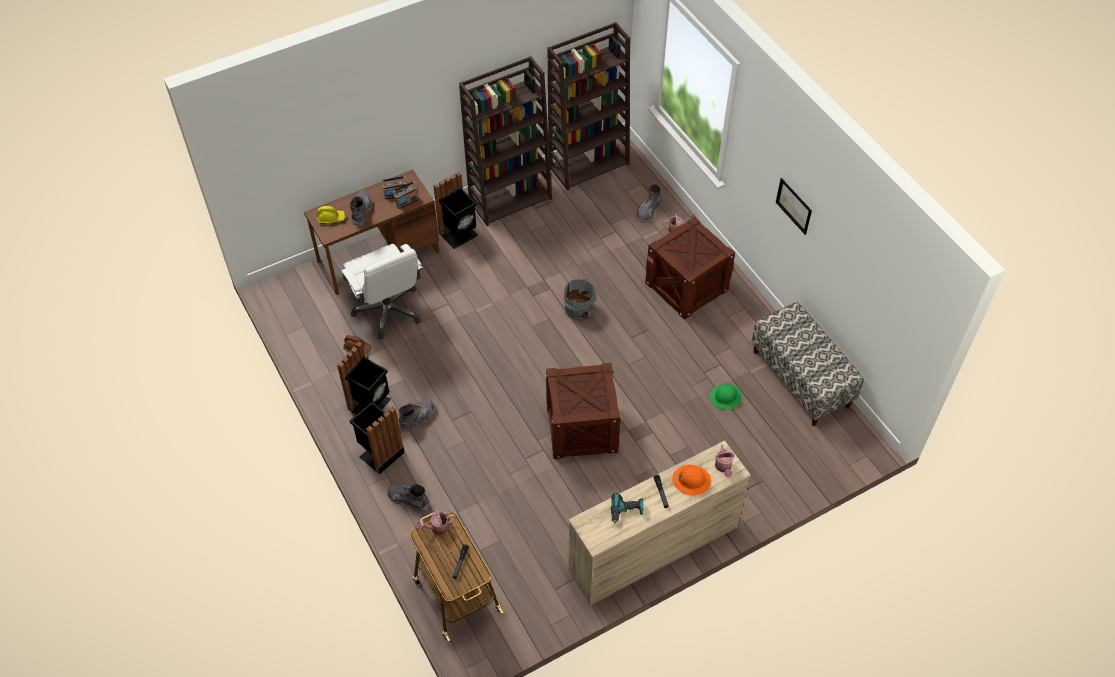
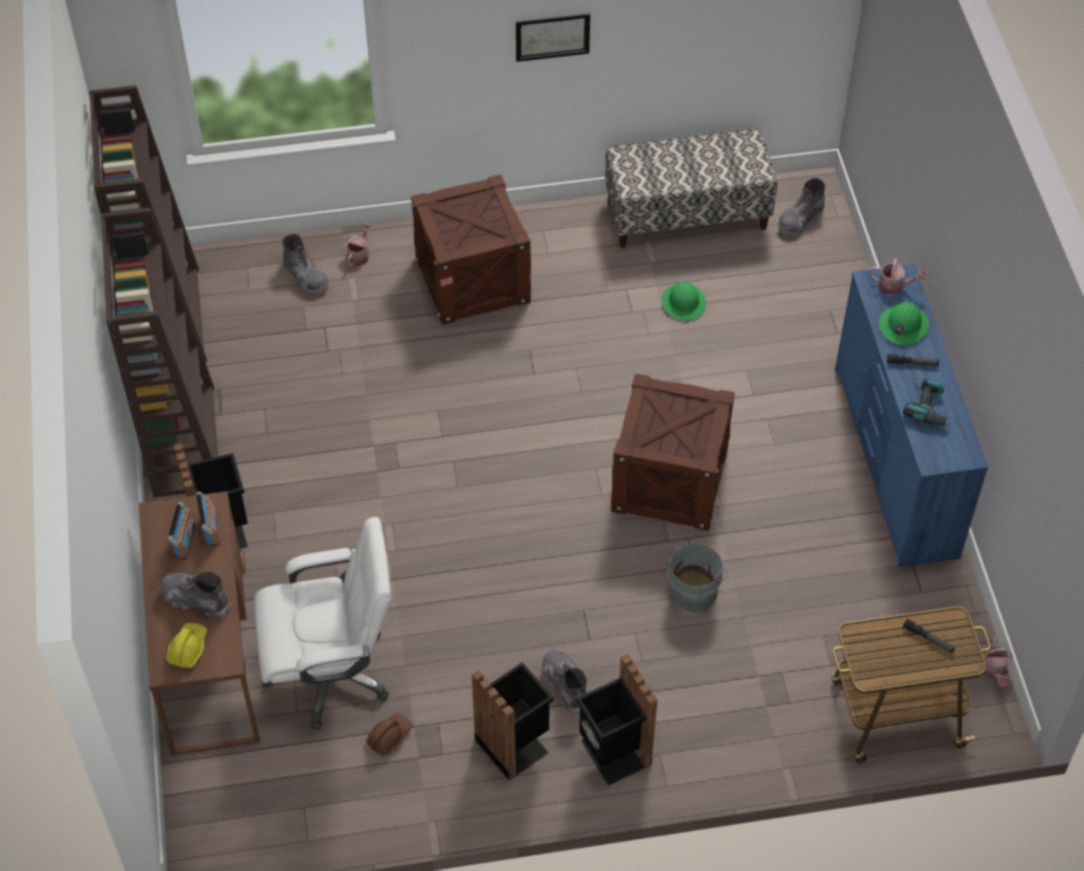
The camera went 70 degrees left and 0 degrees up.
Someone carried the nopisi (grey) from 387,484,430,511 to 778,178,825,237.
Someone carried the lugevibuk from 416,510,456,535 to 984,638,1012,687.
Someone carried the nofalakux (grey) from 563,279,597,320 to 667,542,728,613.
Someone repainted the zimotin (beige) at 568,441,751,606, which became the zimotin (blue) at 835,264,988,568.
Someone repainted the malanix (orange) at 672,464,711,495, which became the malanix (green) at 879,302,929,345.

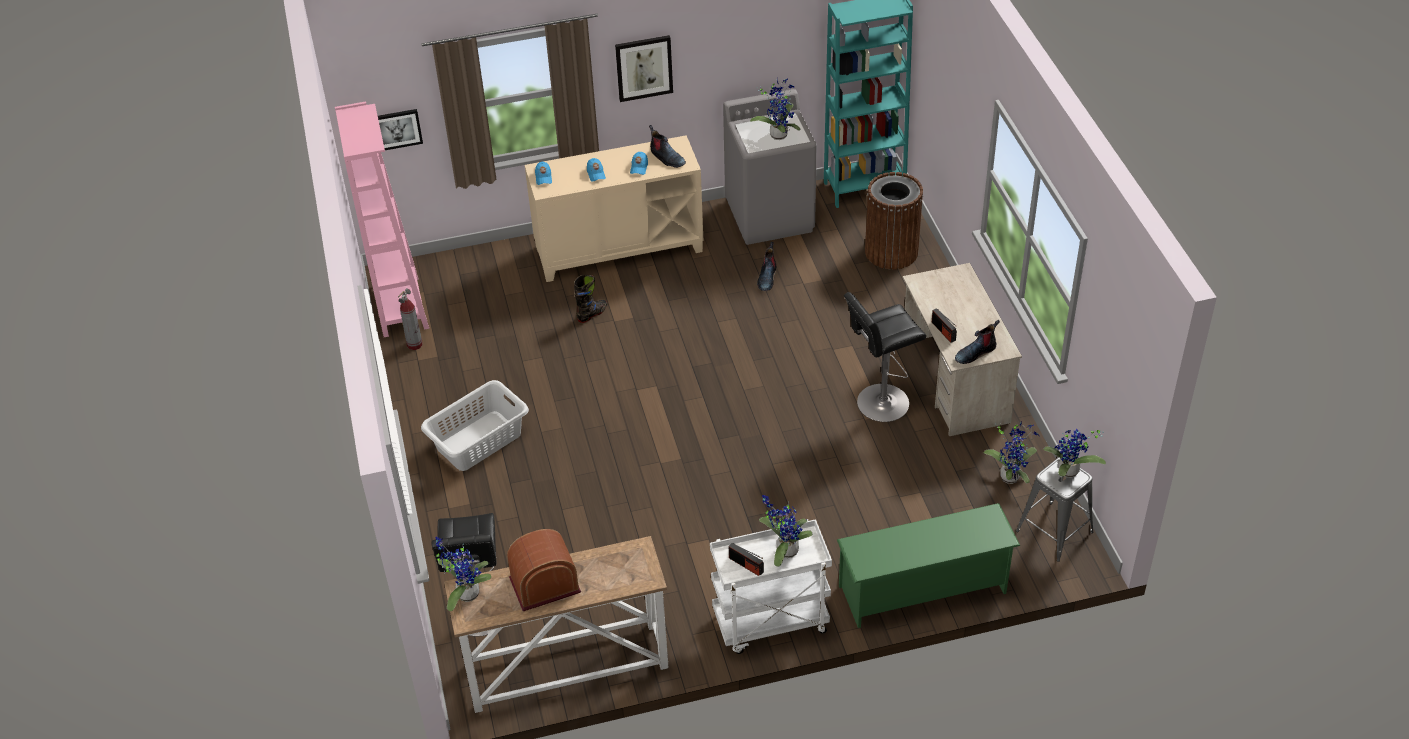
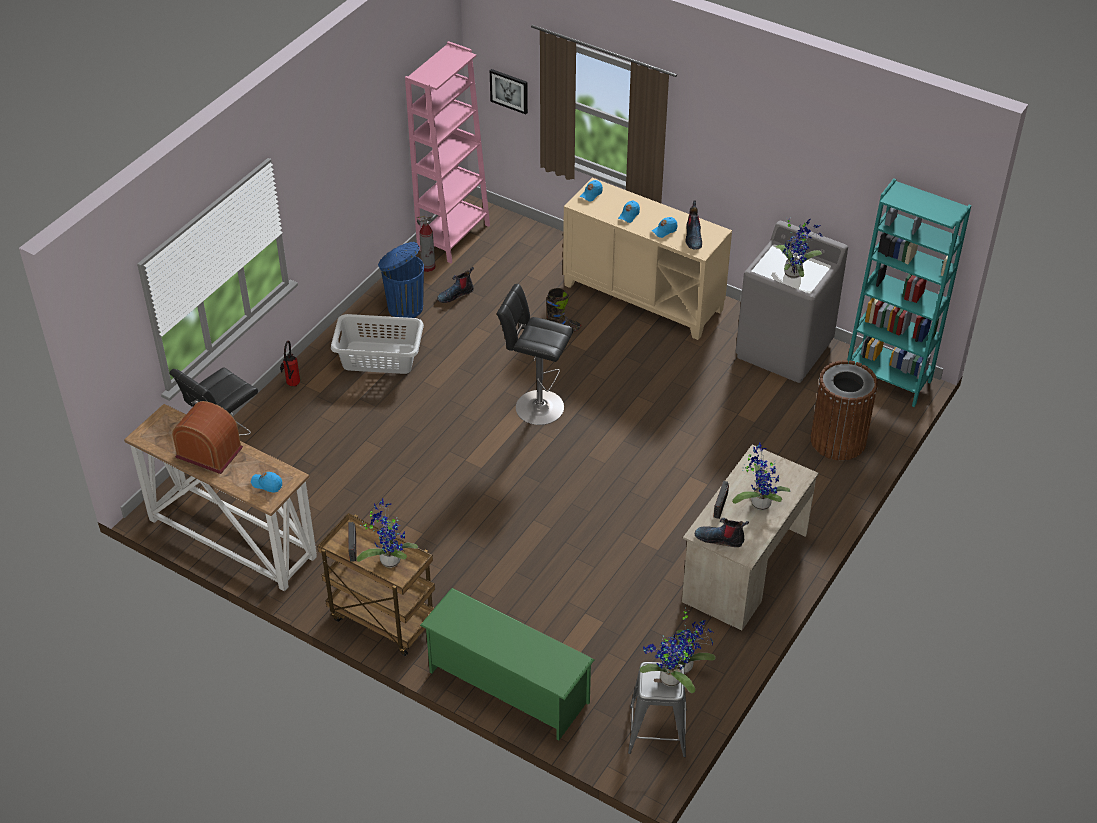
The camera went 45 degrees right and 0 degrees up.
Someone carried the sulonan from 435,537,491,611 to 732,442,790,511.
Someone took away the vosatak at 615,35,673,102.
Someone repainted the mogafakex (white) at 710,519,832,654, which became the mogafakex (brown) at 317,513,435,656.
Someone carried the nopisi from 757,242,776,291 to 437,267,474,303.
Someone carried the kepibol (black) from 844,292,926,422 to 497,284,574,425.
Someone put down the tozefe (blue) at 251,472,282,493.
Someone put down the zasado at 280,340,300,387.
Someone put down the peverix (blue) at 378,242,424,318.

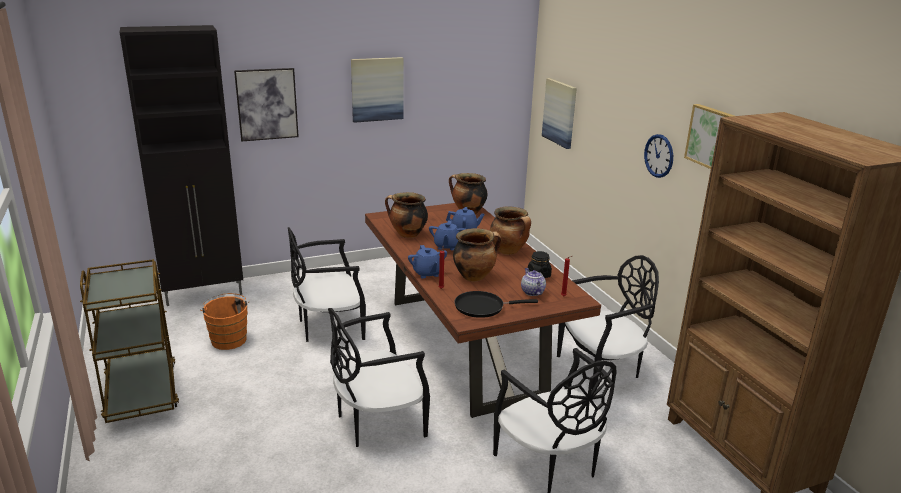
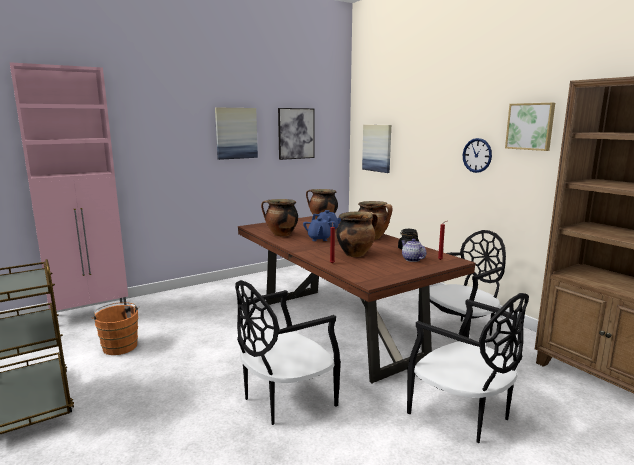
The camera went 10 degrees left and 10 degrees down.
Someone repainted the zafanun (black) at 120,25,243,306, which became the zafanun (pink) at 10,62,128,311.
Someone carried the vosatak from 234,68,299,141 to 278,108,315,160.
Someone took away the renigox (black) at 288,227,366,342.
Someone took away the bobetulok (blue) at 408,245,447,279.
Someone took away the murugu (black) at 454,291,538,318.

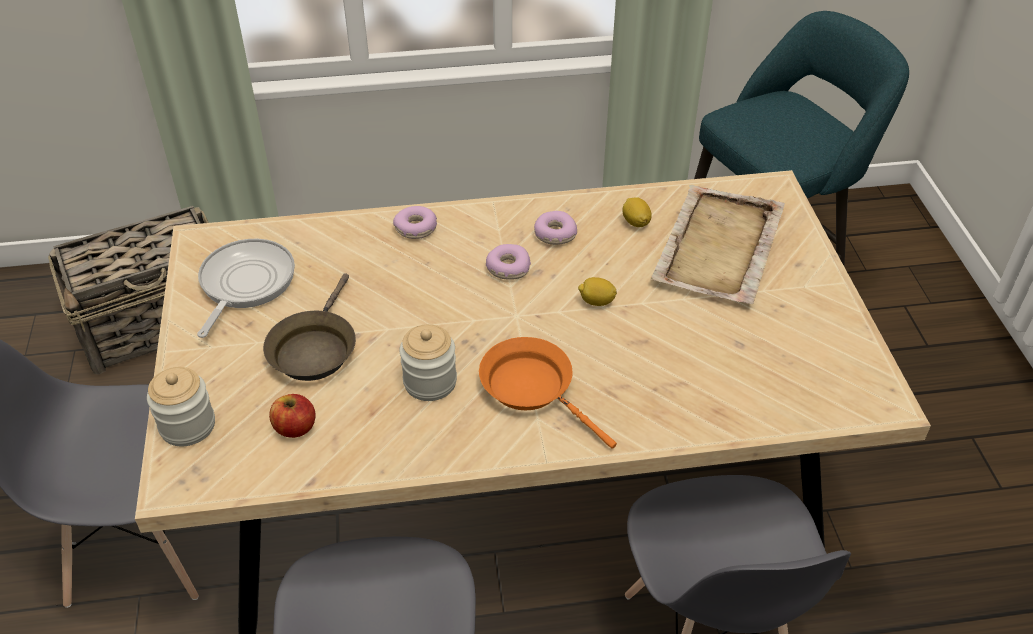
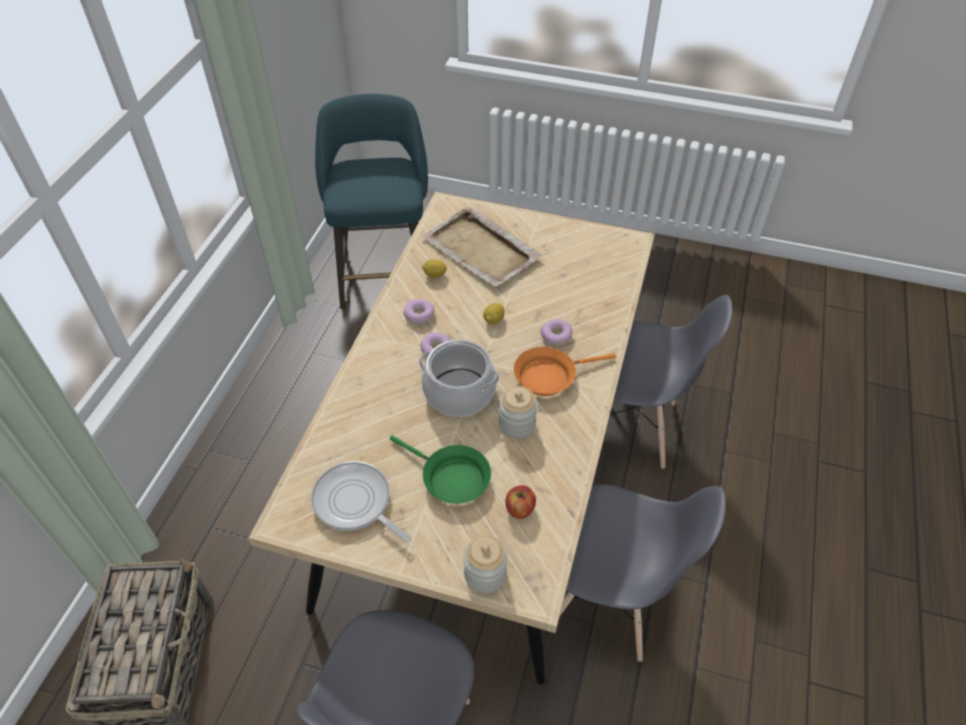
The camera went 65 degrees left and 5 degrees up.
Someone repainted the murugu (brown) at 263,273,356,381, which became the murugu (green) at 390,435,491,504.
Someone carried the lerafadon from 393,206,437,239 to 541,319,572,346.
Someone put down the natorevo at 419,340,500,417.

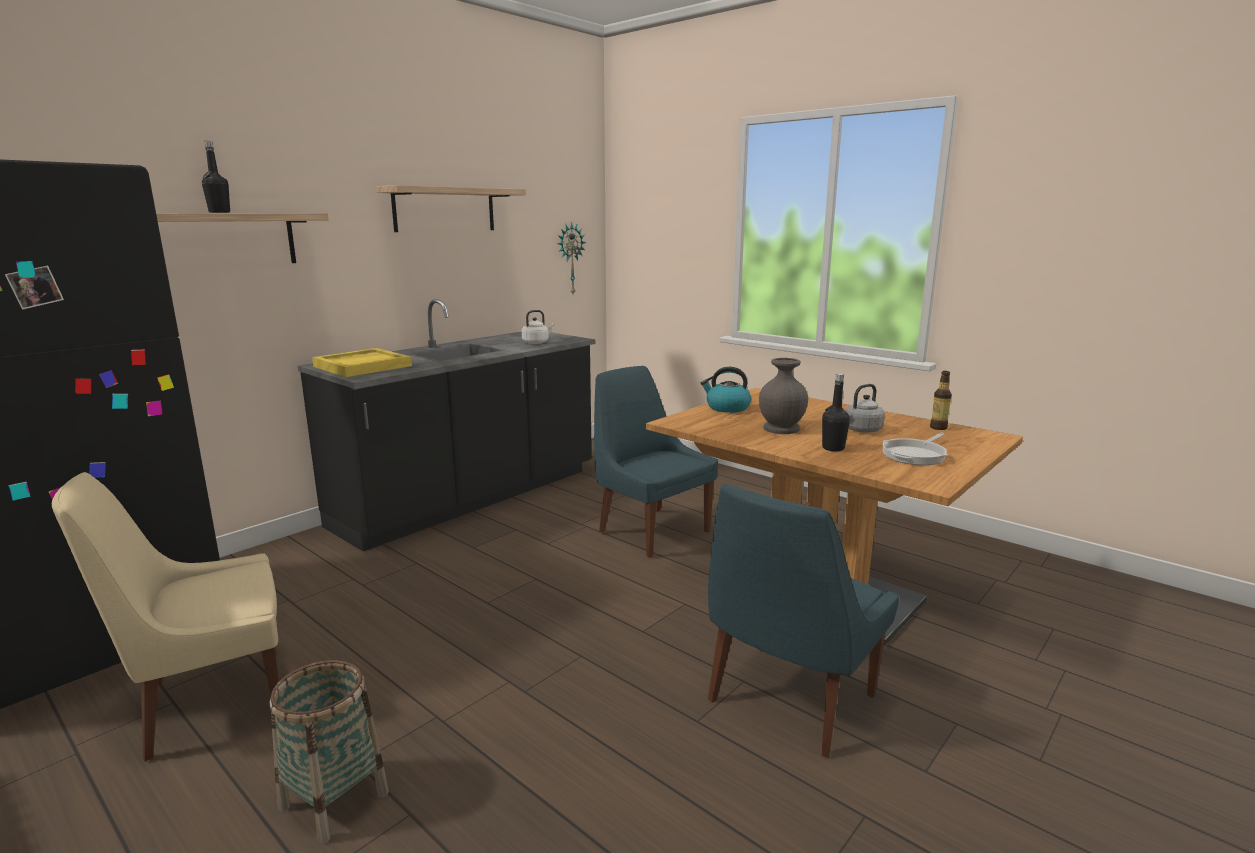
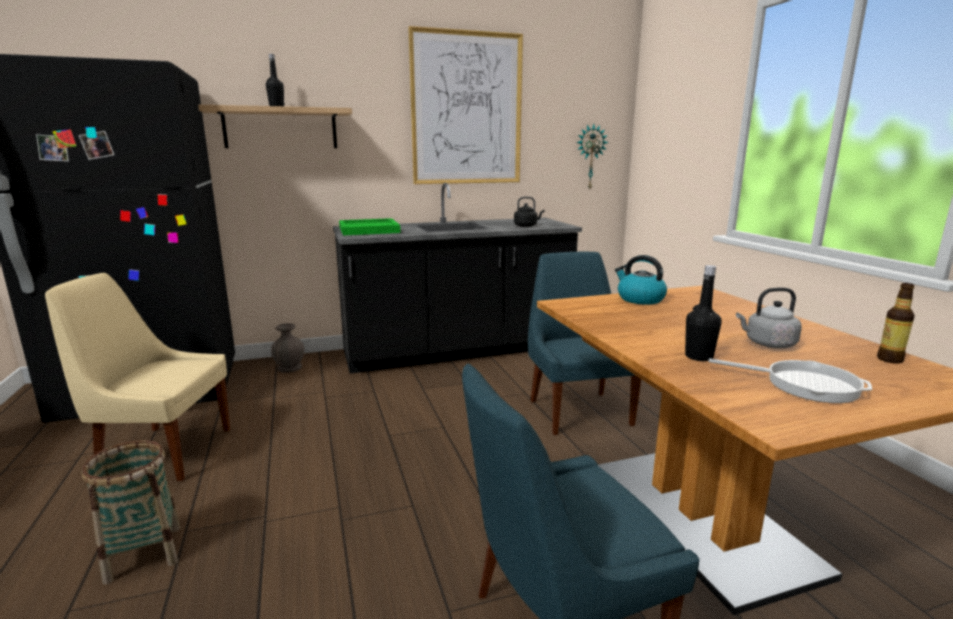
The camera went 30 degrees right and 0 degrees up.
Someone repainted the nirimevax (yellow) at 312,348,412,377, which became the nirimevax (green) at 339,218,401,236.
Someone swapped the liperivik at 375,185,526,232 for the vosatak at 408,26,523,184.
Someone repainted the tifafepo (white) at 522,310,554,344, which became the tifafepo (black) at 514,197,545,227.
Someone carried the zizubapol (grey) from 759,358,808,434 to 271,323,304,373.
Someone rotated the murugu at 882,433,947,465 by 135 degrees counterclockwise.

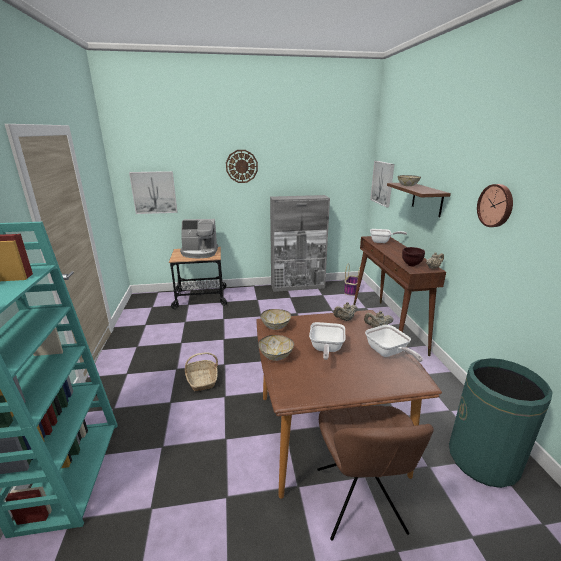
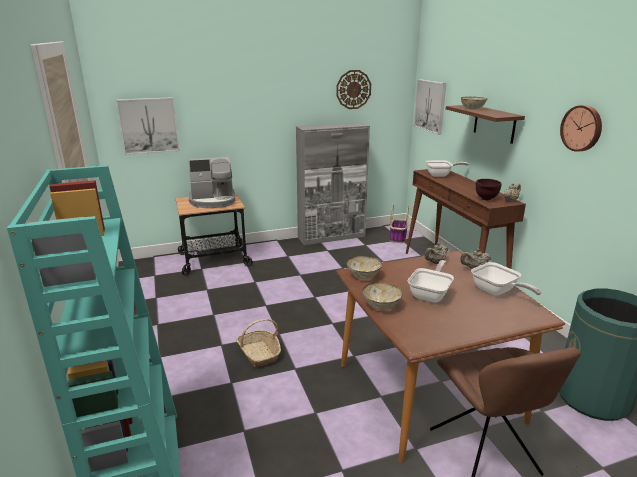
The camera went 10 degrees left and 0 degrees up.
Someone carried the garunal from 226,150,258,183 to 336,70,371,109.
Someone rotated the murugu at 309,322,345,360 by 150 degrees counterclockwise.

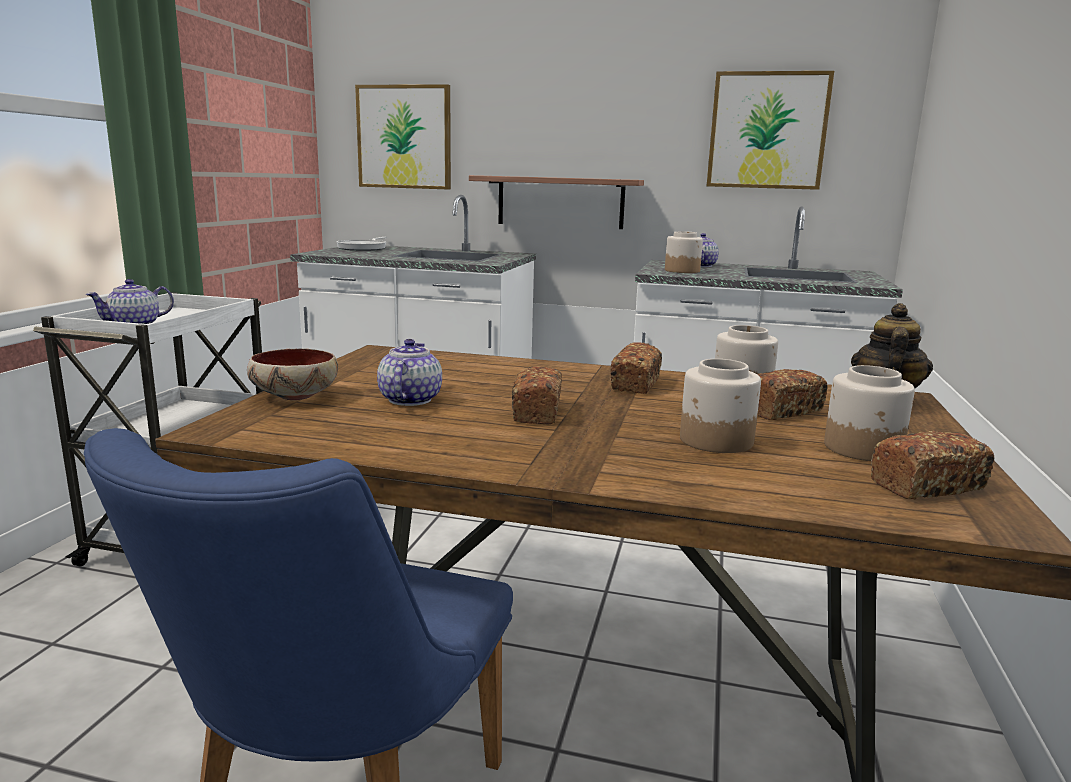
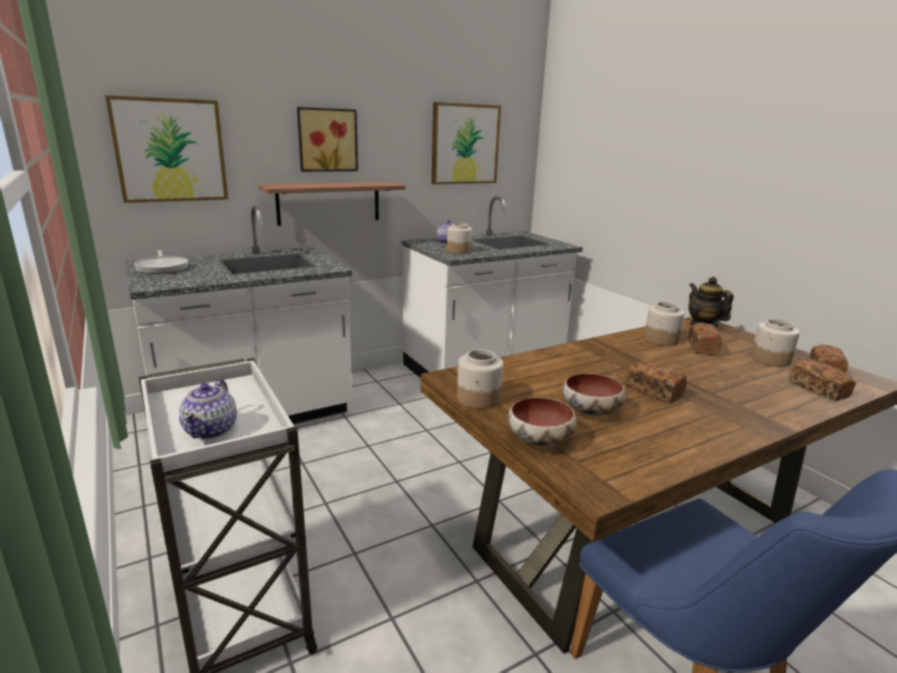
The camera went 45 degrees left and 5 degrees up.
Someone swapped the bobetulok at 377,339,442,406 for the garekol at 562,373,626,416.
Someone carried the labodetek from 610,342,662,394 to 789,358,856,401.
Someone carried the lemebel from 680,359,761,453 to 457,349,503,409.
Someone put up the vosatak at 297,107,358,172.

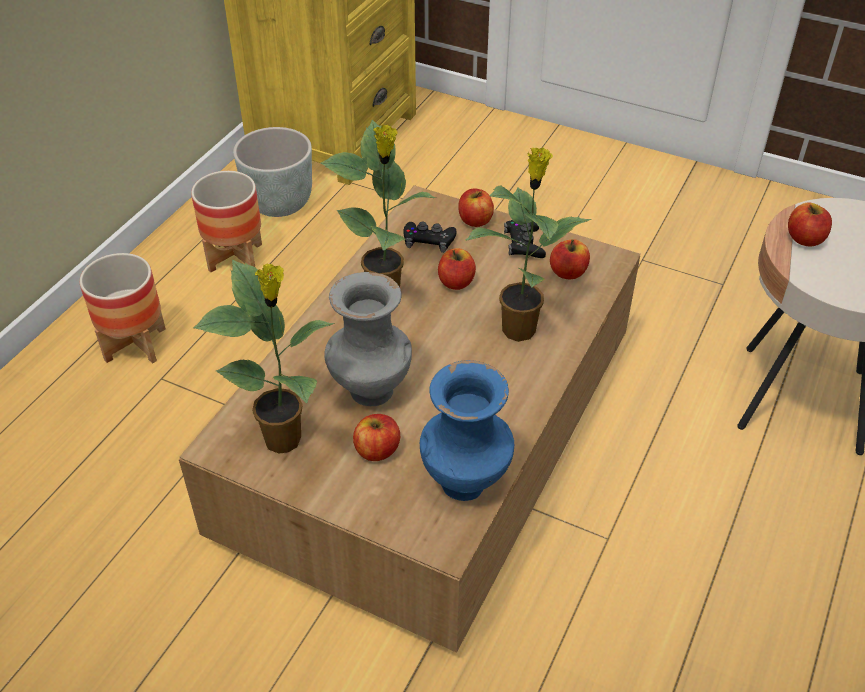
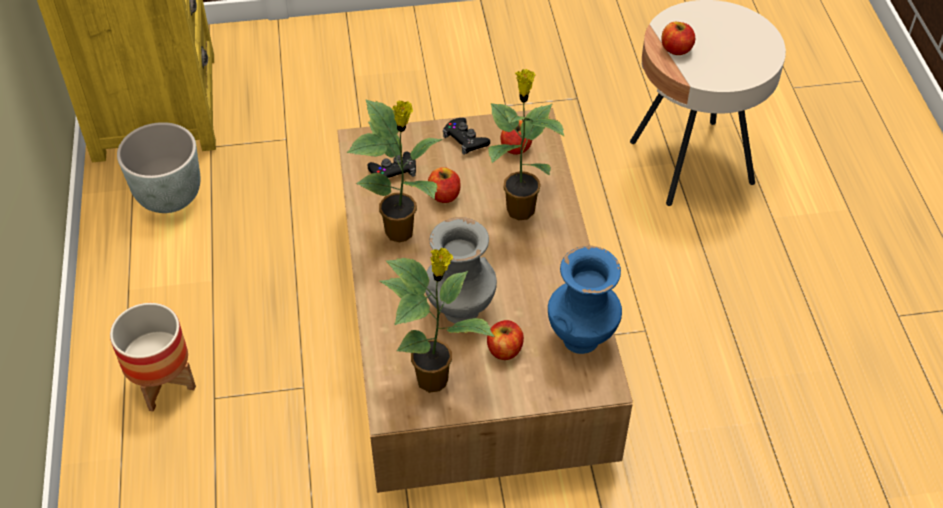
The camera went 35 degrees left and 5 degrees up.
Someone took away the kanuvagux at 191,171,262,272.
Someone took away the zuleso at 458,188,494,227.

